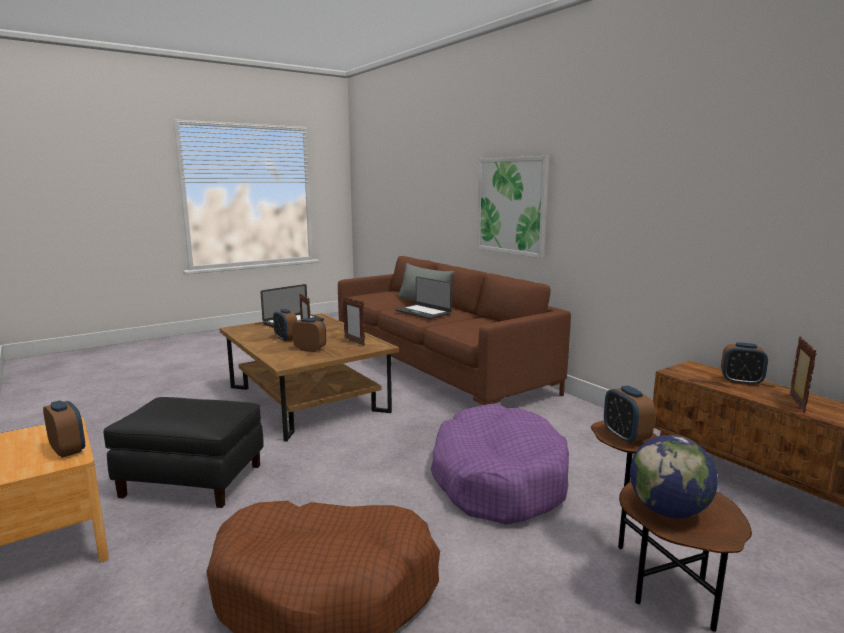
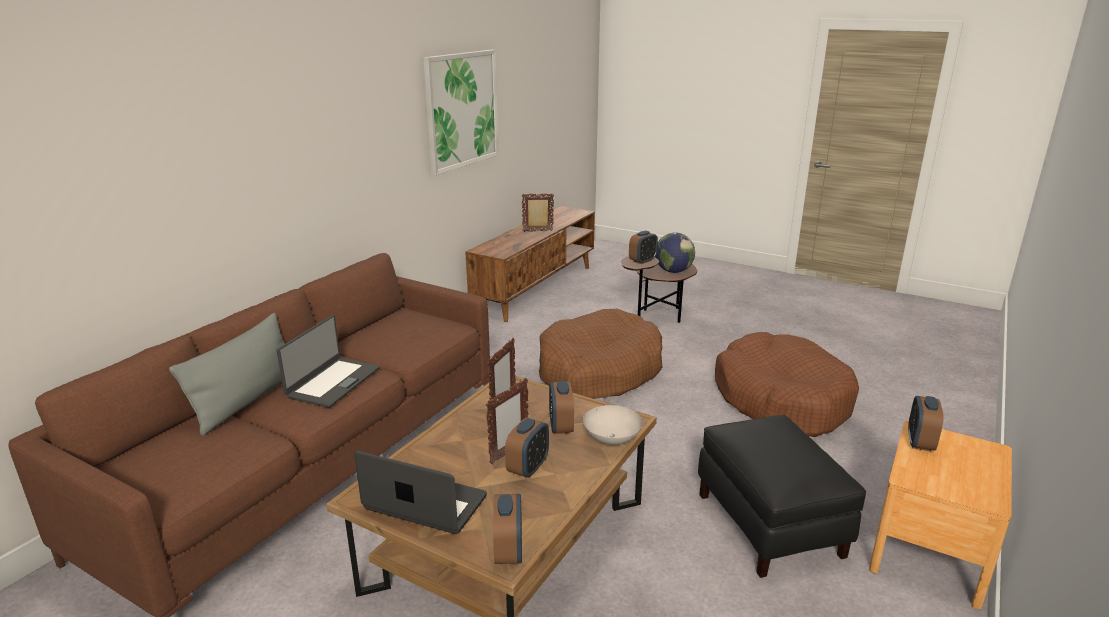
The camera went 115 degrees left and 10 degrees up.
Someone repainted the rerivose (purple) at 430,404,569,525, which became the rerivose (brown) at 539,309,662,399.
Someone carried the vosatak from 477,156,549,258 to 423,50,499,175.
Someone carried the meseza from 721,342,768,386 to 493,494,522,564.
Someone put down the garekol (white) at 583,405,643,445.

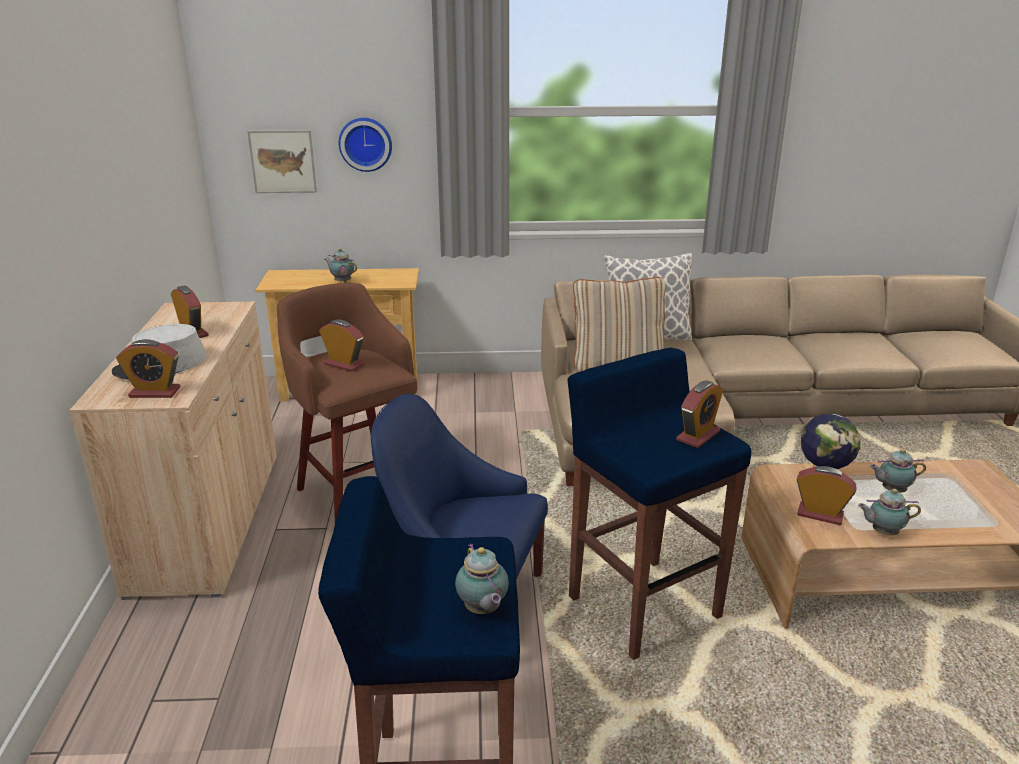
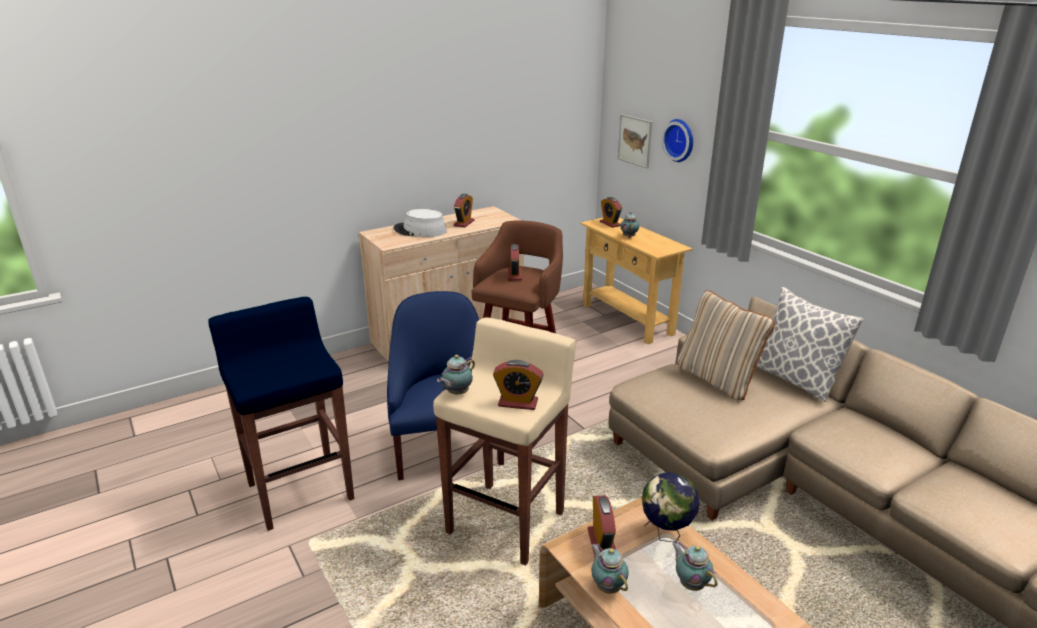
The camera went 60 degrees right and 0 degrees up.
Someone carried the meseza from 116,339,181,398 to 600,197,622,228.
Someone carried the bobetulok from 455,543,509,614 to 437,355,475,395.
Someone repainted the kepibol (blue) at 568,348,751,660, which became the kepibol (beige) at 433,317,576,566.

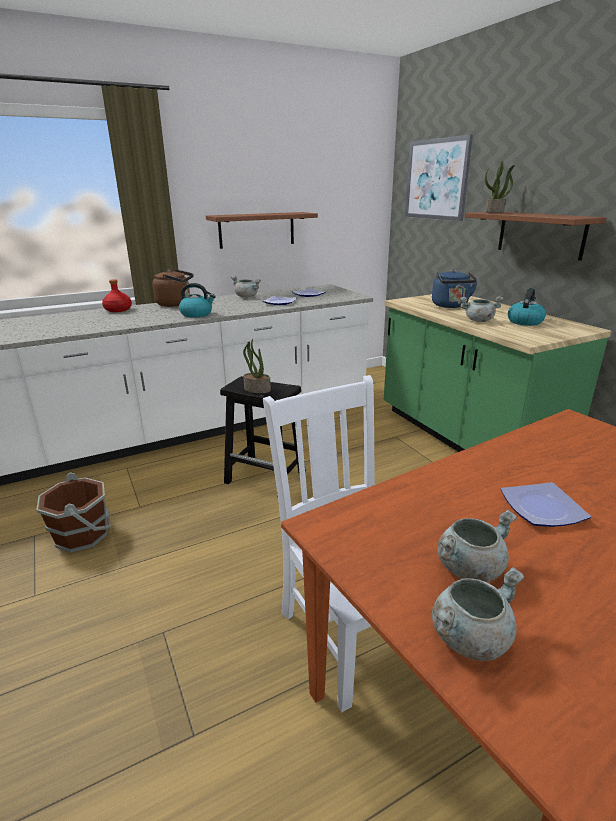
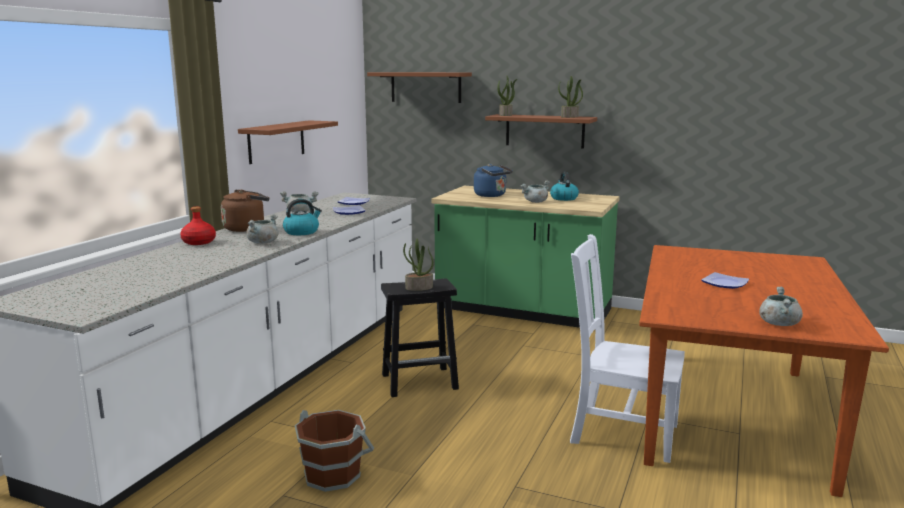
The camera went 40 degrees left and 10 degrees down.
Someone swapped the vosatak at 405,134,473,221 for the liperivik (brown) at 367,72,472,103.
Someone carried the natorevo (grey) from 437,510,517,583 to 246,214,279,244.
Someone put down the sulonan at 558,76,583,118.

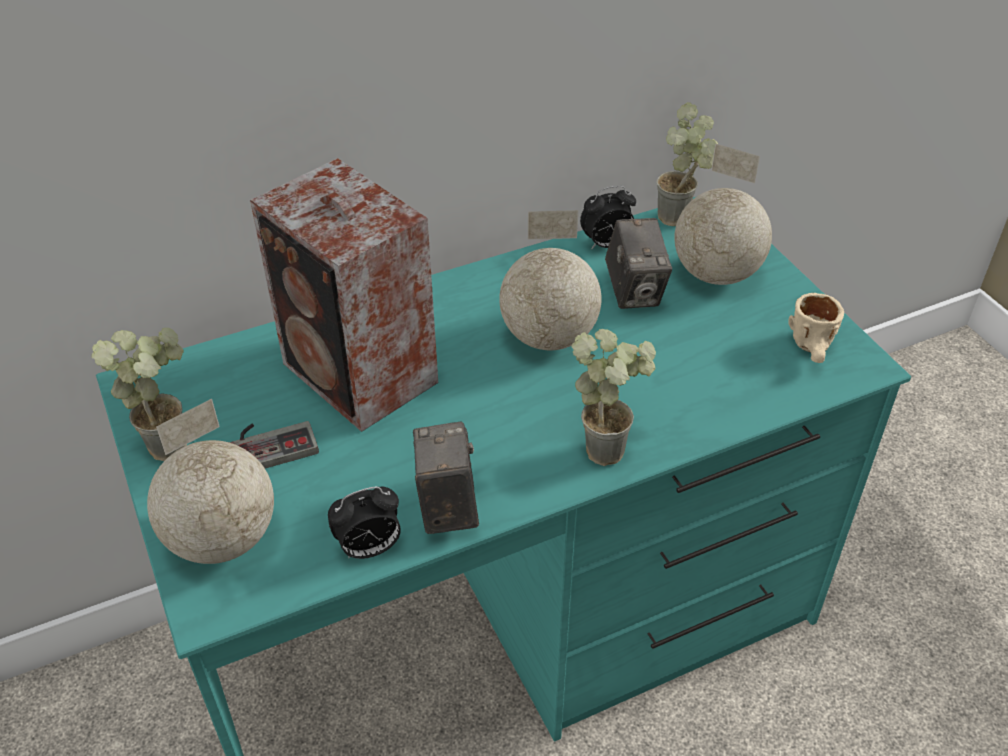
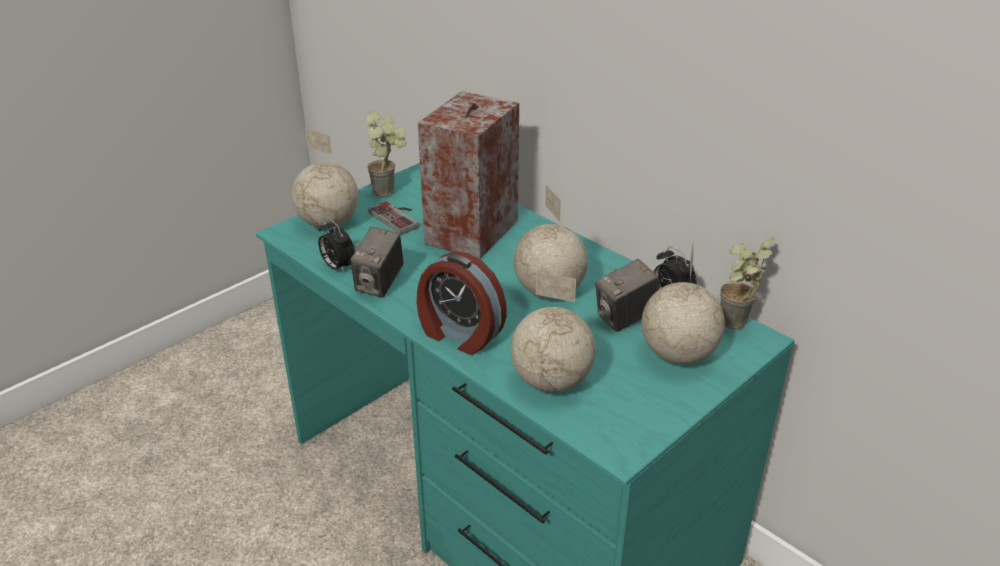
The camera went 70 degrees right and 10 degrees down.
Someone rotated the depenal at 413,421,479,534 by 135 degrees clockwise.
Someone swapped the sulonan at 571,329,656,466 for the meseza at 417,251,507,355.
Someone took away the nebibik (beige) at 788,293,844,363.
Someone put down the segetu at 511,271,596,392.

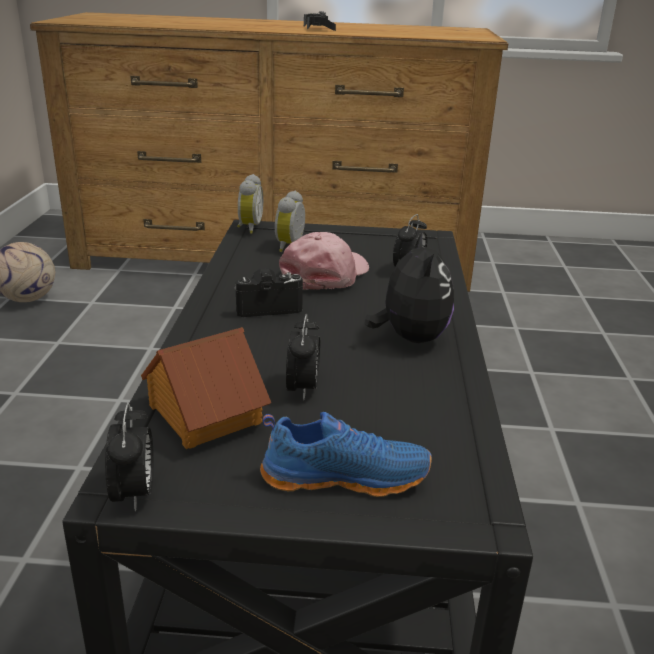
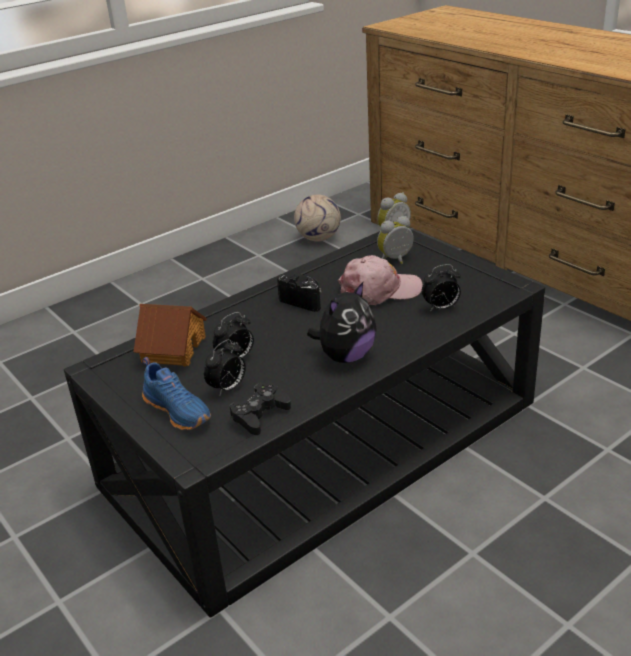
The camera went 50 degrees right and 5 degrees up.
Someone carried the meseza from 105,402,154,512 to 204,339,246,395.
Someone carried the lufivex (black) from 304,11,336,31 to 229,383,291,435.

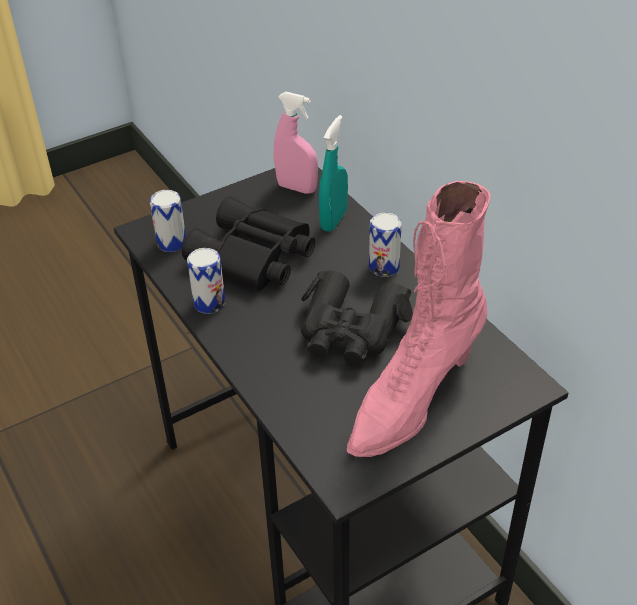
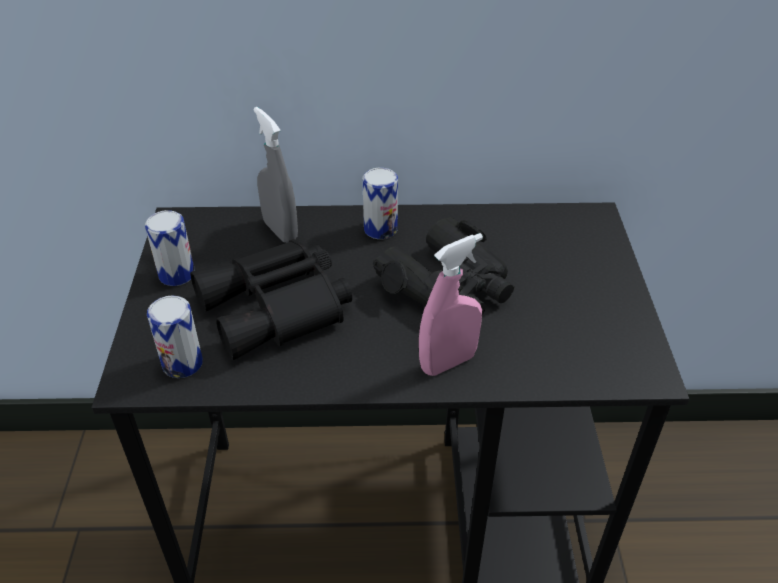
The camera went 60 degrees left and 0 degrees up.
Someone carried the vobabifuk from 187,248,226,314 to 145,210,195,286.
Someone carried the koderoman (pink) from 274,92,318,194 to 419,233,483,376.
Someone repainted the koderoman (turquoise) at 319,115,348,232, which became the koderoman (grey) at 253,107,298,243.
Someone took away the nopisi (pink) at 347,181,491,457.

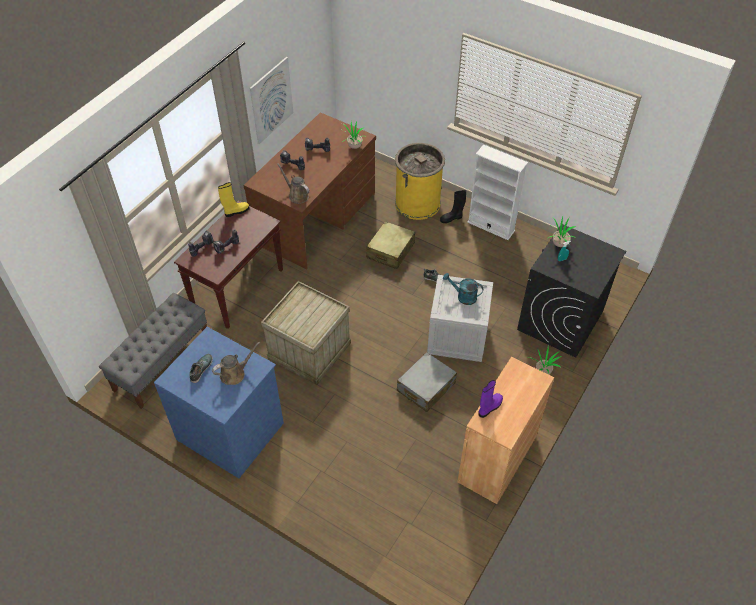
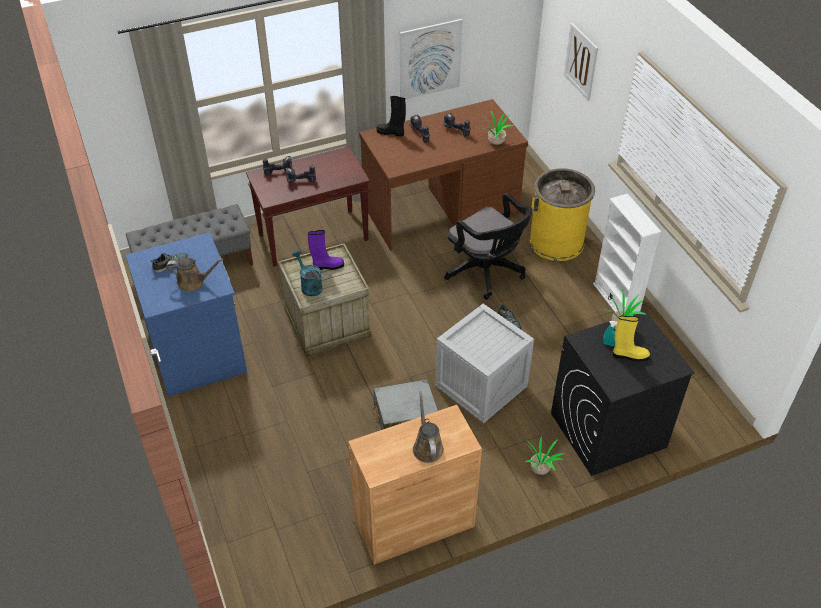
The camera went 35 degrees right and 5 degrees down.
Someone carried the nopisi (yellow) from 218,182,250,217 to 613,315,650,362.
Someone carried the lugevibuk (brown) from 277,163,310,204 to 413,391,444,463.
Someone swapped the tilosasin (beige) at 366,221,415,269 for the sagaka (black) at 444,193,532,300.
Someone carried the nopisi (black) from 440,190,466,223 to 377,96,406,137.
Someone carried the lugevibuk (turquoise) from 443,273,483,305 to 292,250,323,296.
Someone carried the nopisi (purple) from 478,380,503,418 to 308,230,344,270.
Someone put up the vosatak at 564,23,598,101.

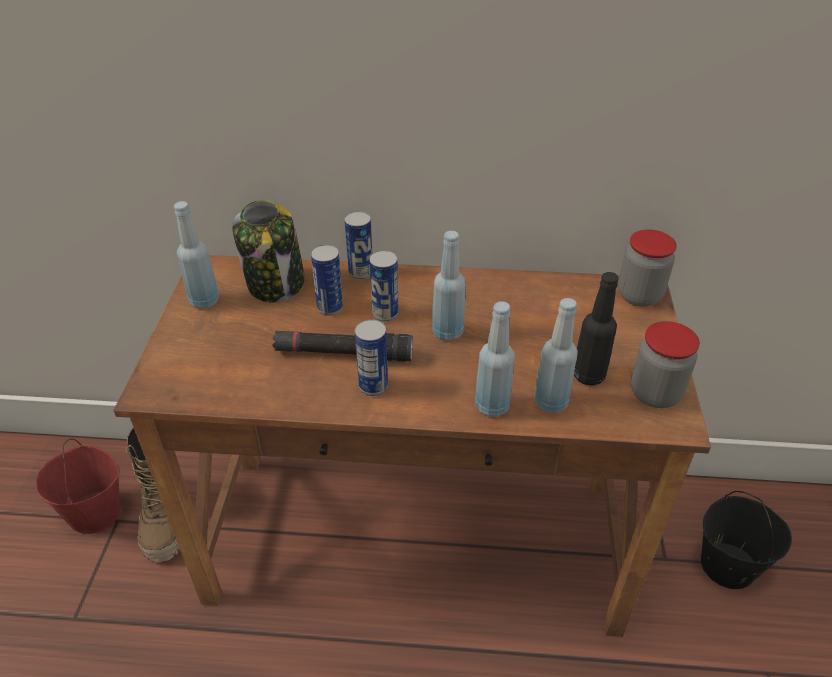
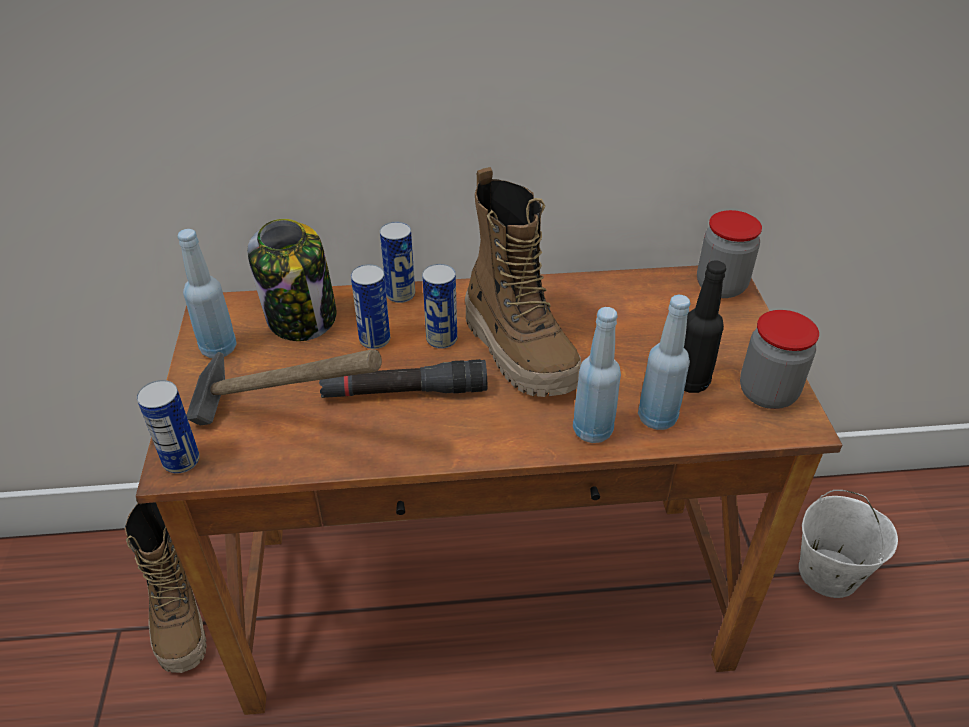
The camera went 10 degrees left and 0 degrees up.
Someone took away the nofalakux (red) at 35,439,120,534.
Someone carried the vobabifuk from 355,319,388,396 to 137,380,200,473.
Someone swapped the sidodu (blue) at 432,231,466,341 for the nopisi at 465,167,581,397.
Someone repainted the nofalakux (black) at 701,491,792,589, which became the nofalakux (white) at 799,490,898,598.
Someone put down the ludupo at 186,349,382,425.

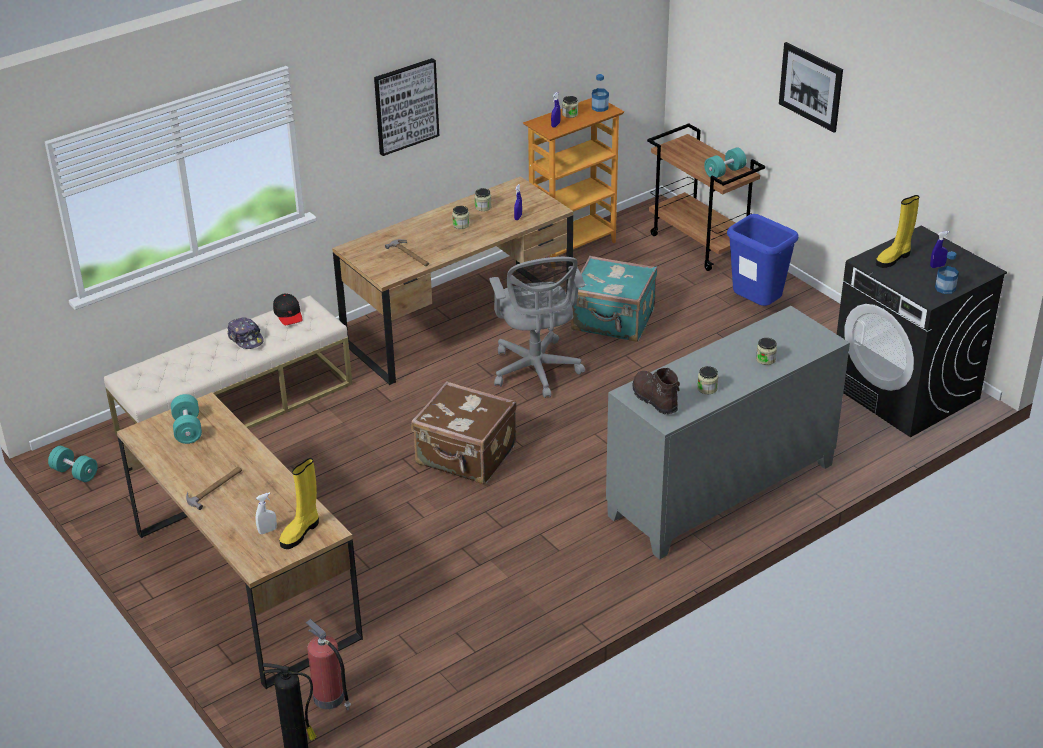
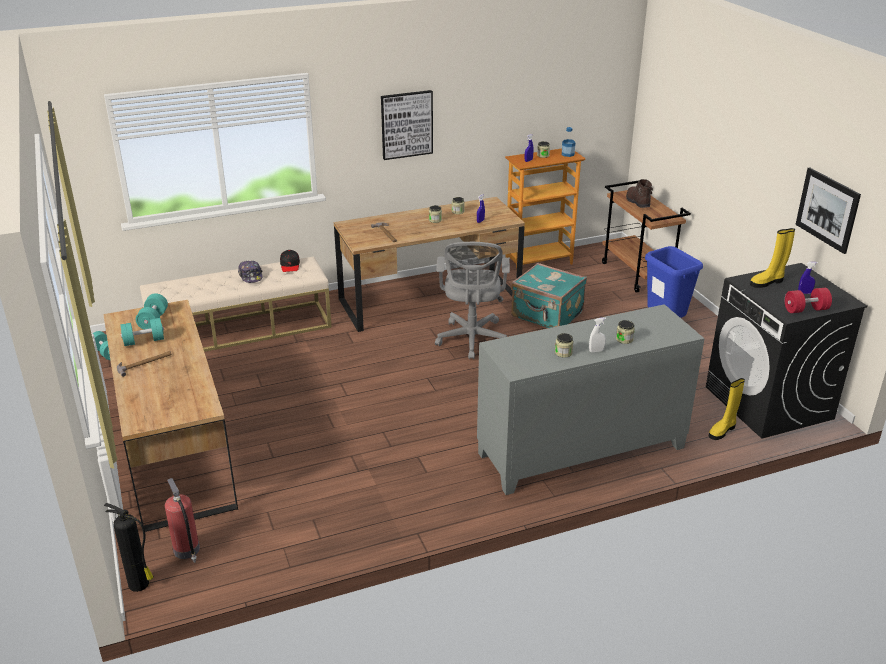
The camera went 15 degrees right and 5 degrees down.
Someone carried the koderoman (white) from 256,492,277,534 to 589,317,606,352.
Someone carried the nopisi (yellow) from 279,458,319,549 to 709,378,745,440.
Someone took away the tilosasin (brown) at 411,381,517,485.
Someone carried the nopisi (brown) from 632,368,680,414 to 626,179,653,208.
Someone carried the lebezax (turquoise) from 704,147,746,178 to 120,318,164,346.
Someone carried the vosatak from 779,42,843,132 to 796,167,861,254.
Someone swapped the sidodu at 935,251,959,294 for the lebezax (red) at 785,288,832,313.

